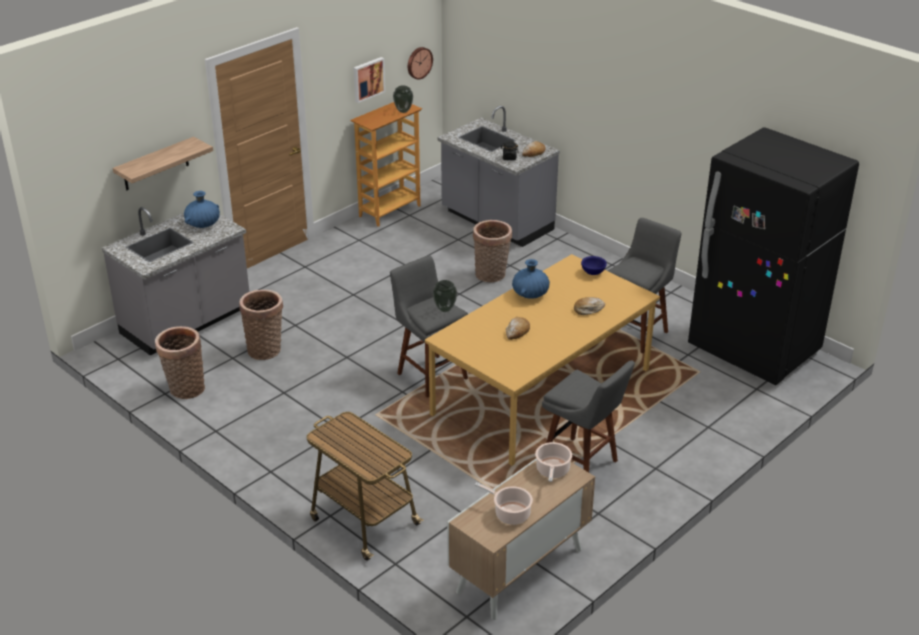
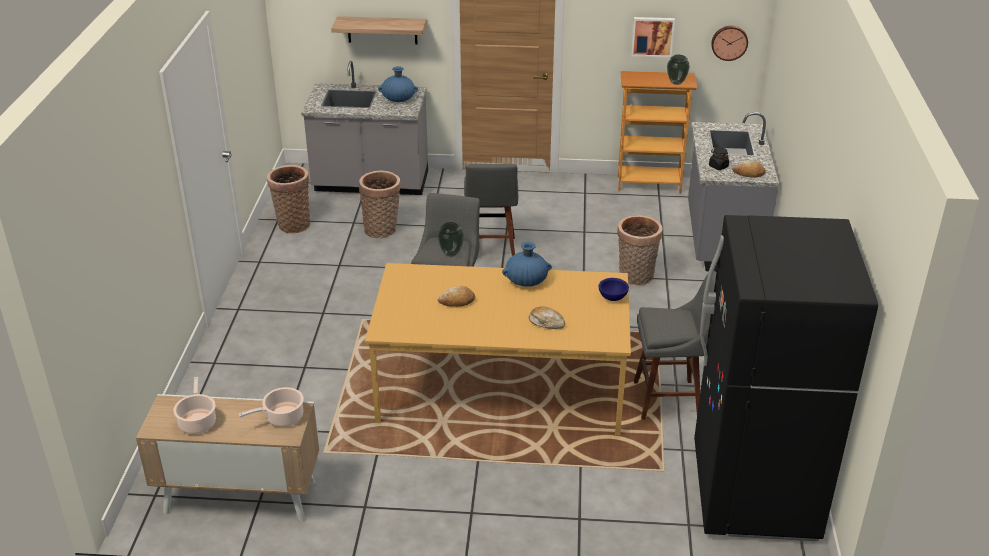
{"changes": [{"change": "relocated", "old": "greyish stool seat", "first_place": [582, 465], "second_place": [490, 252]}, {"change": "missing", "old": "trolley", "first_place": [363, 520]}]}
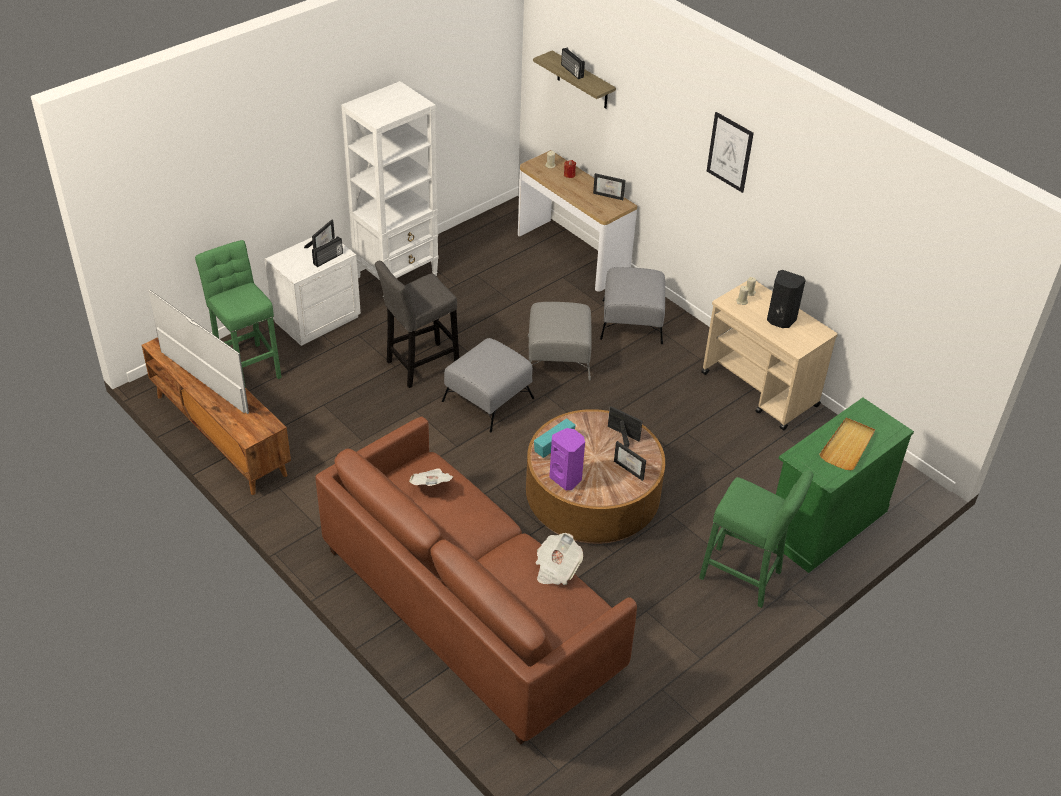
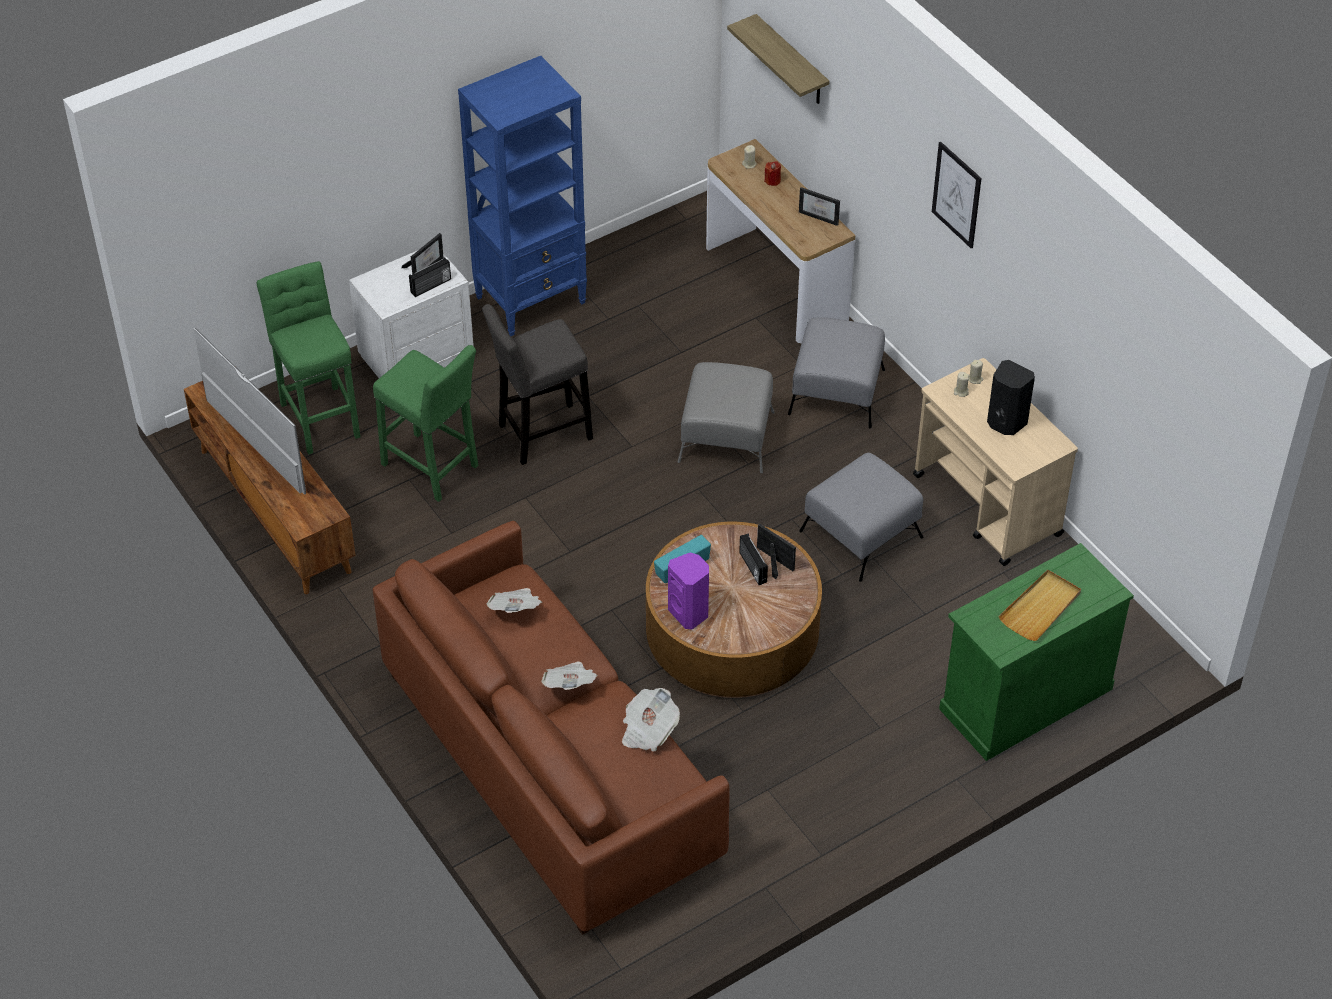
{"changes": [{"change": "relocated", "old": "green-coloured stool seat", "first_place": [744, 578], "second_place": [433, 469]}, {"change": "colour", "old": "whitish shelving unit", "new": "blue-coloured shelving unit", "first_place": [397, 276], "second_place": [531, 299]}, {"change": "appeared", "new": "printed paper", "second_place": [570, 685]}, {"change": "relocated", "old": "radio", "first_place": [571, 71], "second_place": [752, 568]}, {"change": "relocated", "old": "greyish ottoman", "first_place": [488, 399], "second_place": [862, 534]}, {"change": "missing", "old": "photo frame", "first_place": [631, 469]}]}
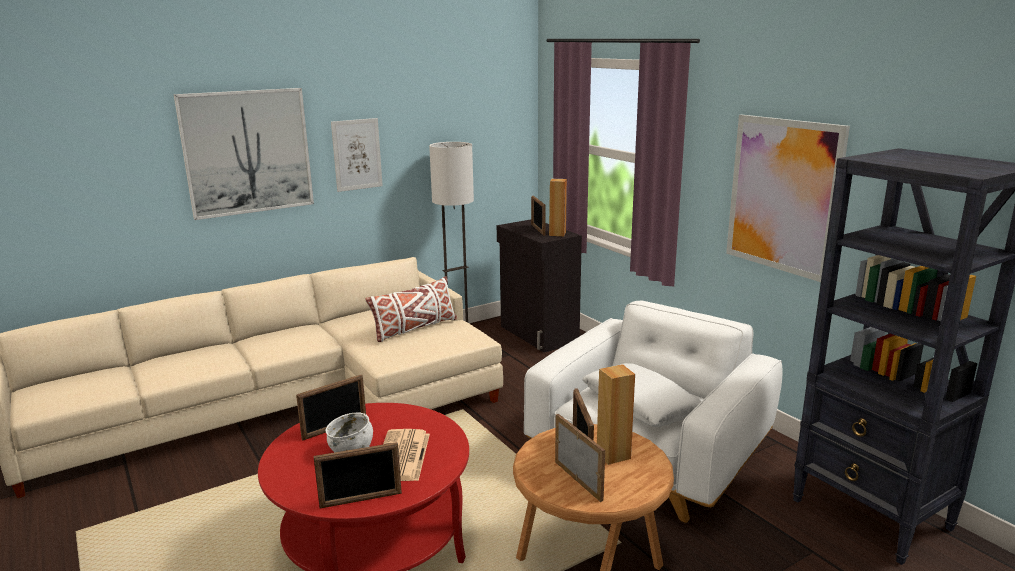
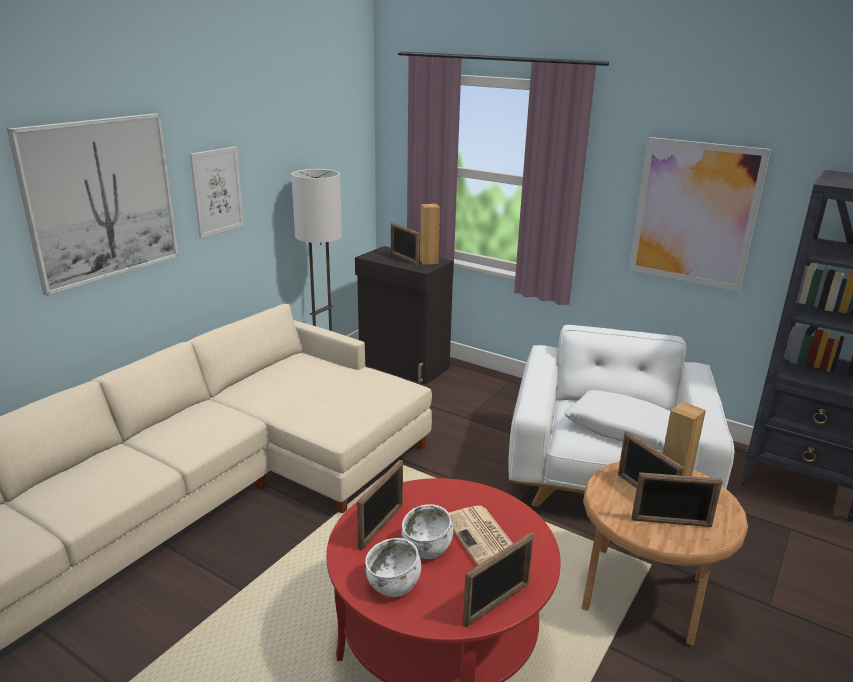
{"changes": [{"change": "appeared", "new": "whitish deep dish", "second_place": [393, 585]}, {"change": "spun", "old": "photo frame", "first_place": [578, 480], "second_place": [671, 523], "degrees": 150}, {"change": "missing", "old": "whitish throw pillow", "first_place": [414, 329]}]}
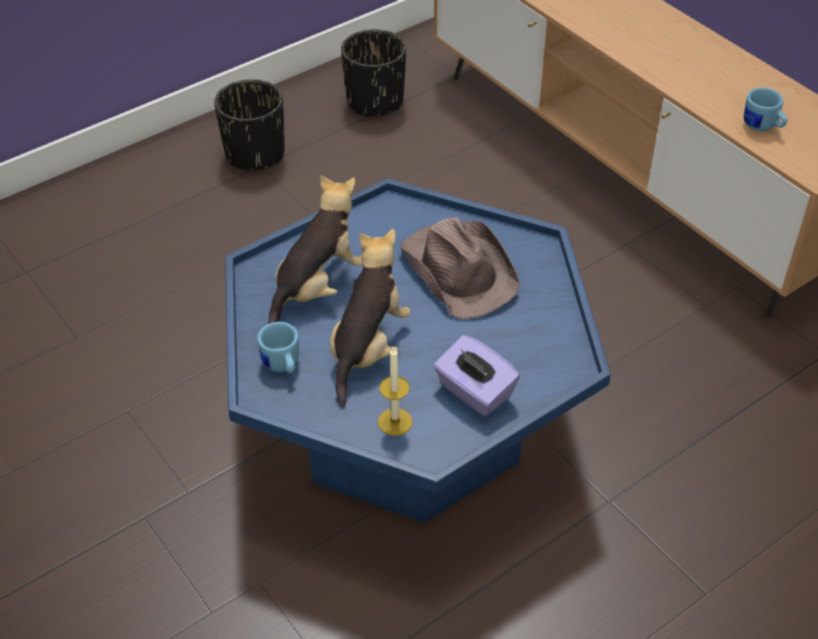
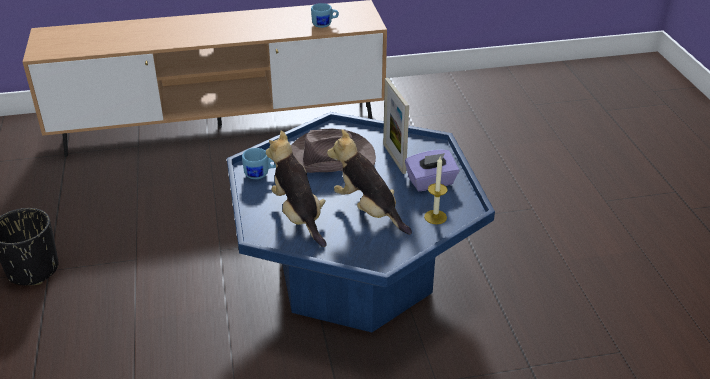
{"changes": [{"change": "relocated", "old": "blue-coloured coffee mug", "first_place": [282, 366], "second_place": [260, 174]}, {"change": "appeared", "new": "photo frame", "second_place": [394, 158]}, {"change": "missing", "old": "black-coloured plant pot", "first_place": [375, 102]}]}
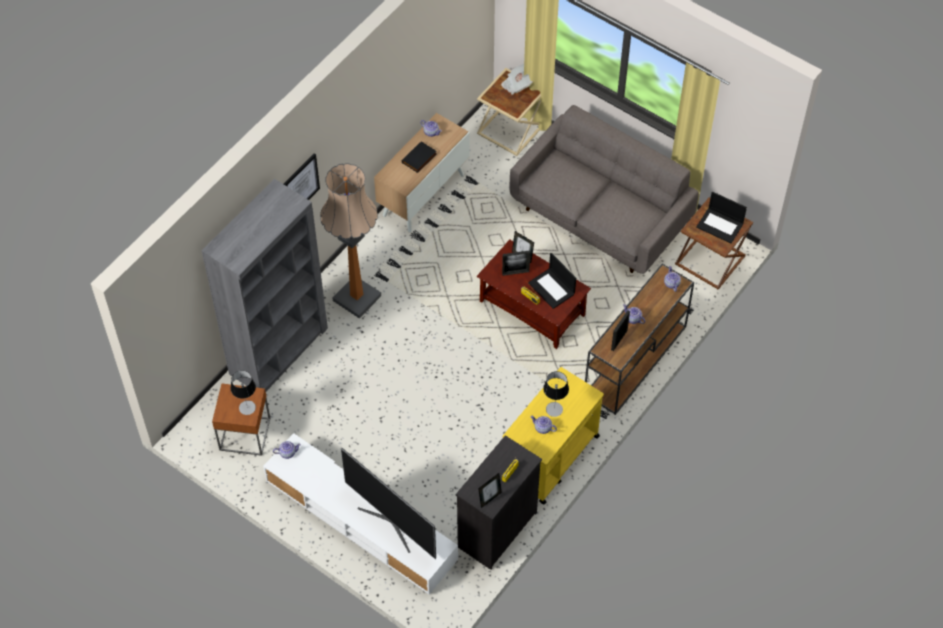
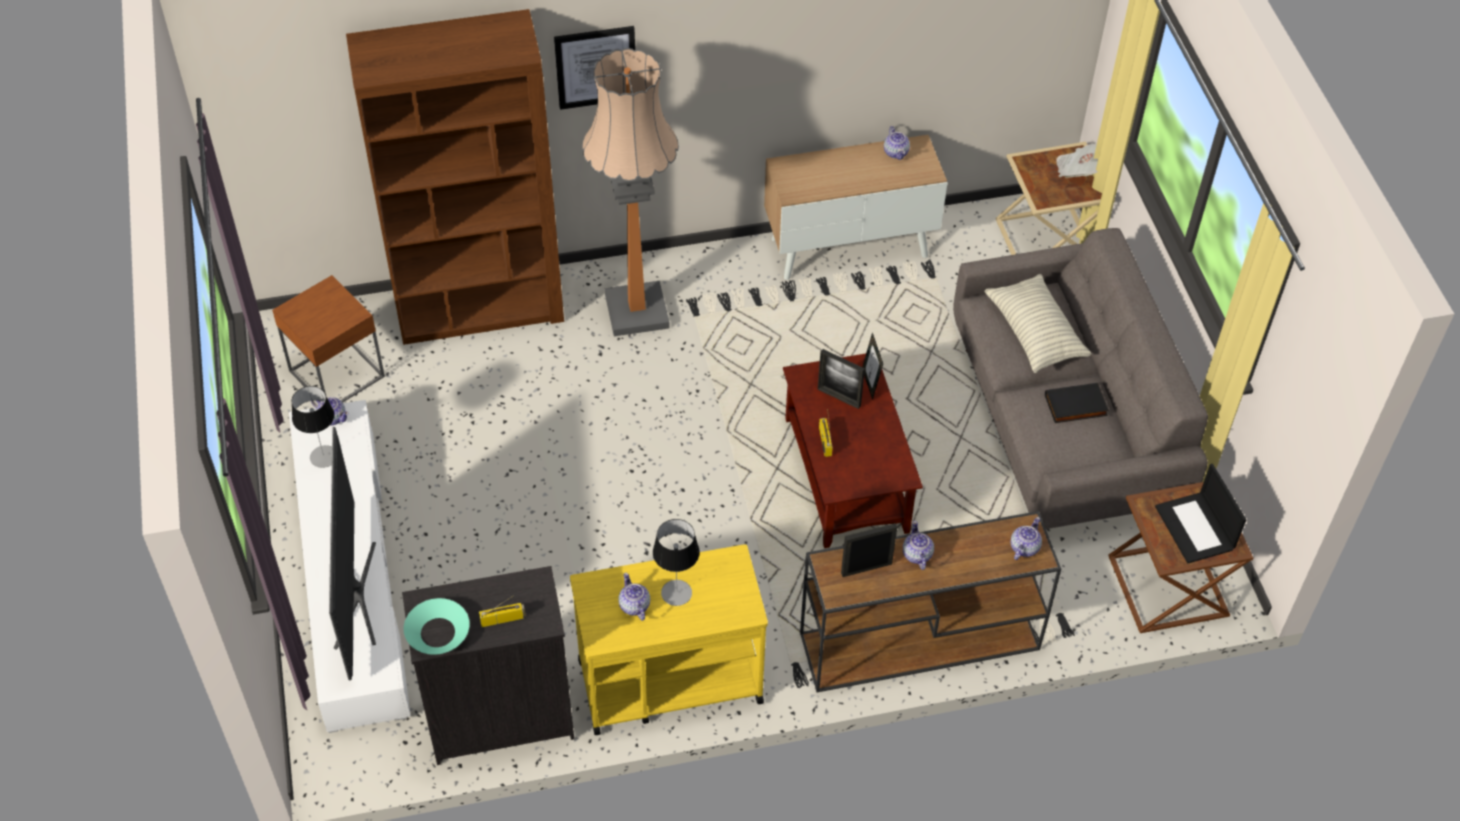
{"changes": [{"change": "relocated", "old": "table lamp", "first_place": [247, 407], "second_place": [323, 456]}, {"change": "colour", "old": "greyish shelving unit", "new": "brown-coloured shelving unit", "first_place": [279, 350], "second_place": [480, 307]}, {"change": "exchanged", "old": "photo frame", "new": "blue-green deep dish", "first_place": [489, 498], "second_place": [438, 632]}, {"change": "appeared", "new": "throw pillow", "second_place": [1035, 333]}, {"change": "relocated", "old": "black-coloured bound book", "first_place": [419, 159], "second_place": [1075, 406]}, {"change": "missing", "old": "notebook computer", "first_place": [552, 288]}]}
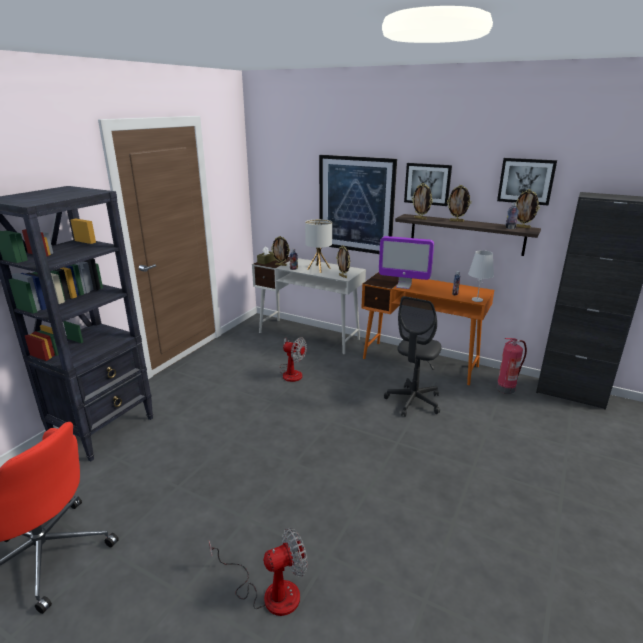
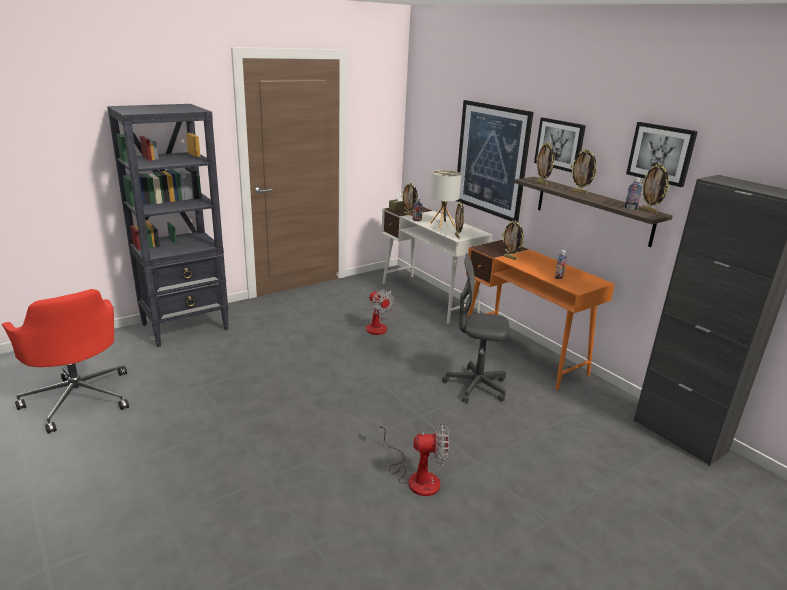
{"changes": [{"change": "relocated", "old": "electric fan", "first_place": [270, 592], "second_place": [416, 477]}, {"change": "spun", "old": "greyish computer chair", "first_place": [413, 401], "second_place": [476, 386], "degrees": 45}, {"change": "exchanged", "old": "computer display", "new": "photo frame", "first_place": [403, 286], "second_place": [510, 258]}, {"change": "missing", "old": "whitish table lamp", "first_place": [477, 300]}, {"change": "missing", "old": "fire extinguisher", "first_place": [506, 388]}]}
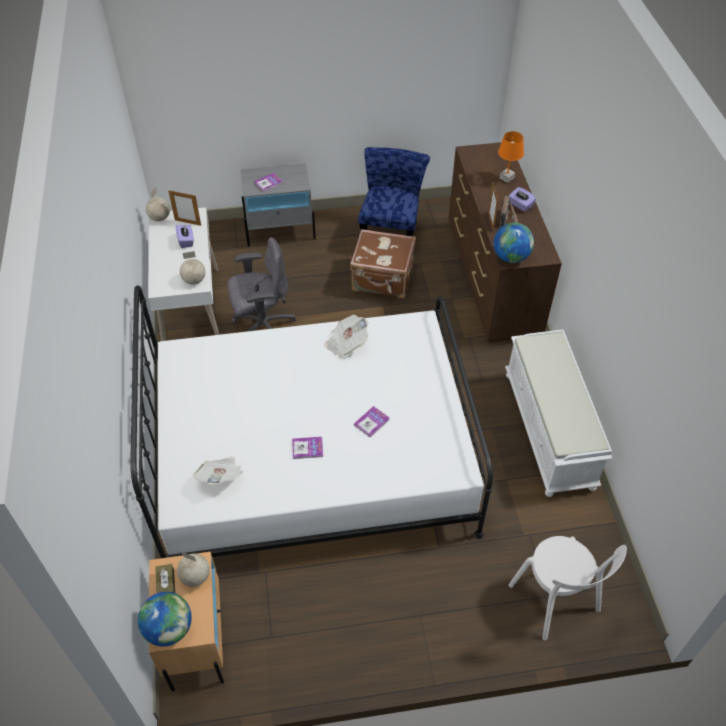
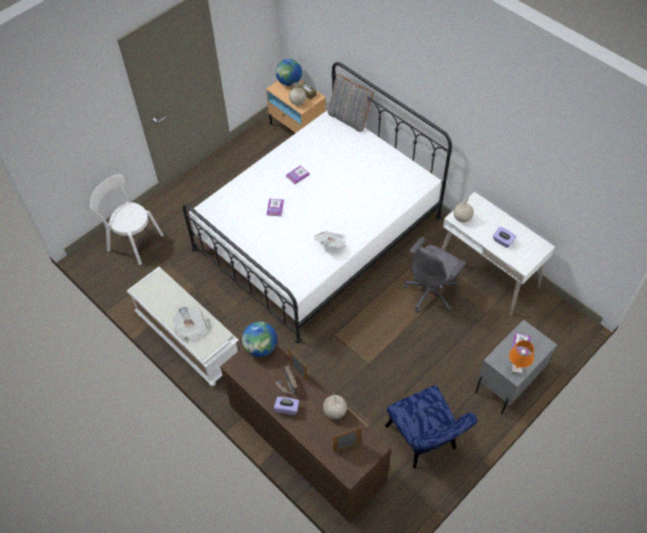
{"changes": [{"change": "relocated", "old": "printed paper", "first_place": [221, 477], "second_place": [192, 329]}, {"change": "relocated", "old": "globe", "first_place": [160, 218], "second_place": [334, 412]}, {"change": "appeared", "new": "greyish throw pillow", "second_place": [349, 118]}, {"change": "relocated", "old": "photo frame", "first_place": [188, 222], "second_place": [346, 447]}, {"change": "relocated", "old": "orange-coloured table lamp", "first_place": [506, 178], "second_place": [516, 370]}, {"change": "missing", "old": "brown-coloured piece of luggage", "first_place": [383, 279]}]}
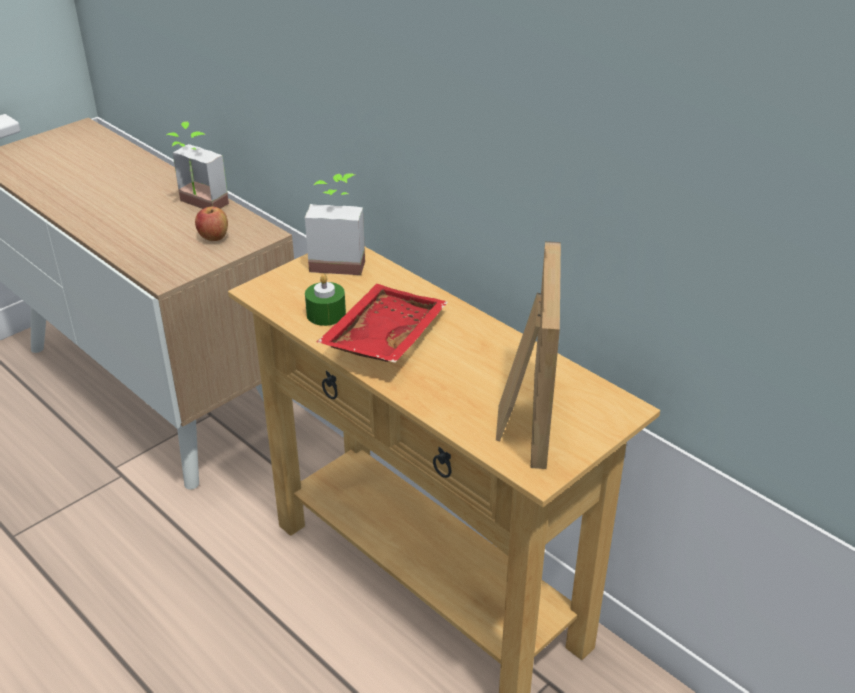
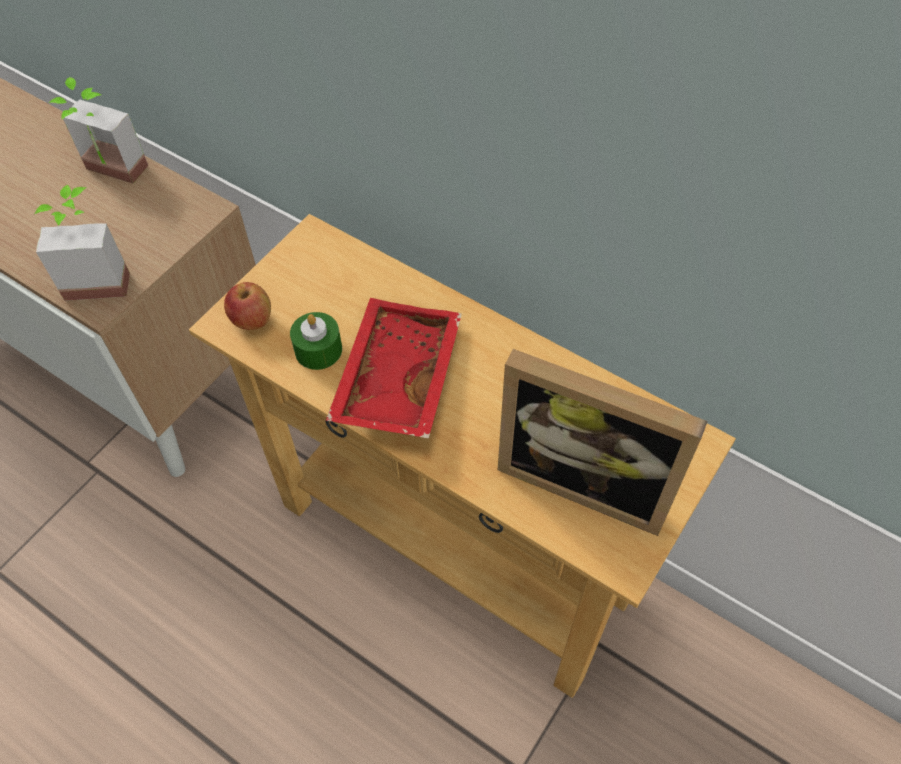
{"changes": [{"change": "relocated", "old": "houseplant", "first_place": [339, 260], "second_place": [99, 276]}, {"change": "relocated", "old": "apple fruit", "first_place": [213, 238], "second_place": [252, 321]}, {"change": "spun", "old": "photo frame", "first_place": [522, 417], "second_place": [586, 478], "degrees": 120}]}
